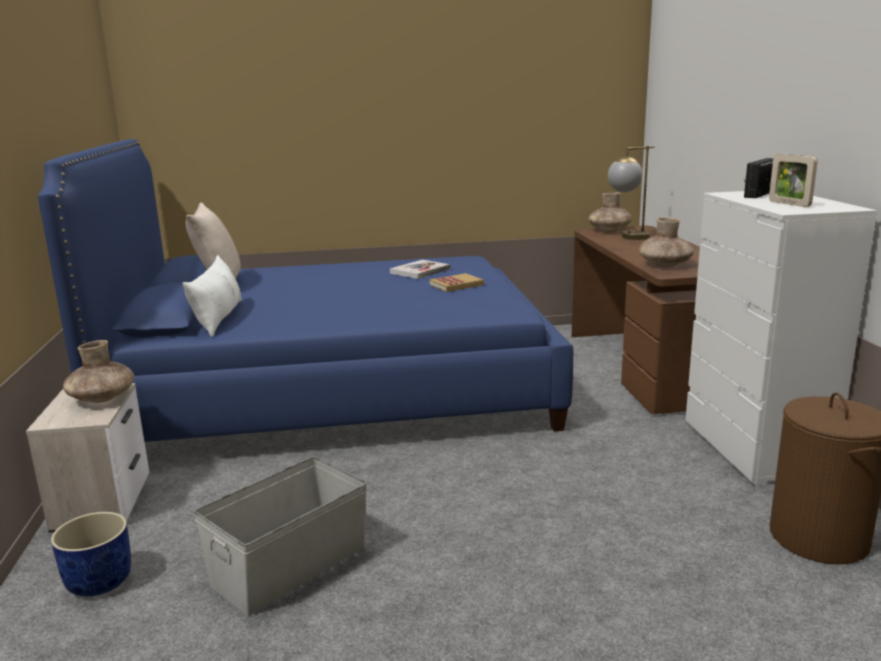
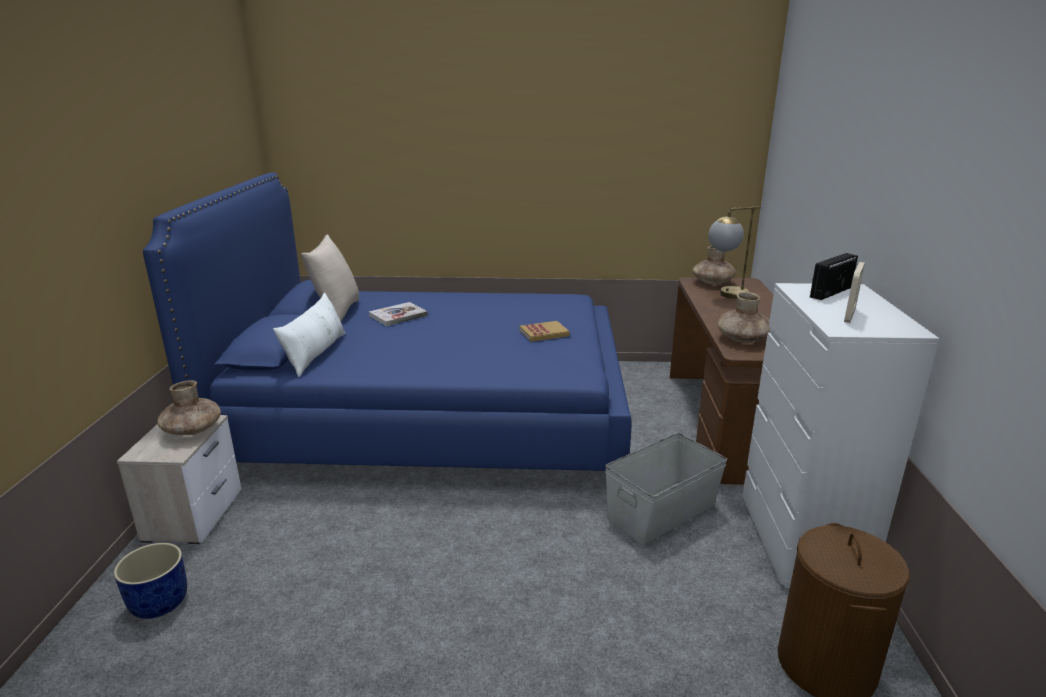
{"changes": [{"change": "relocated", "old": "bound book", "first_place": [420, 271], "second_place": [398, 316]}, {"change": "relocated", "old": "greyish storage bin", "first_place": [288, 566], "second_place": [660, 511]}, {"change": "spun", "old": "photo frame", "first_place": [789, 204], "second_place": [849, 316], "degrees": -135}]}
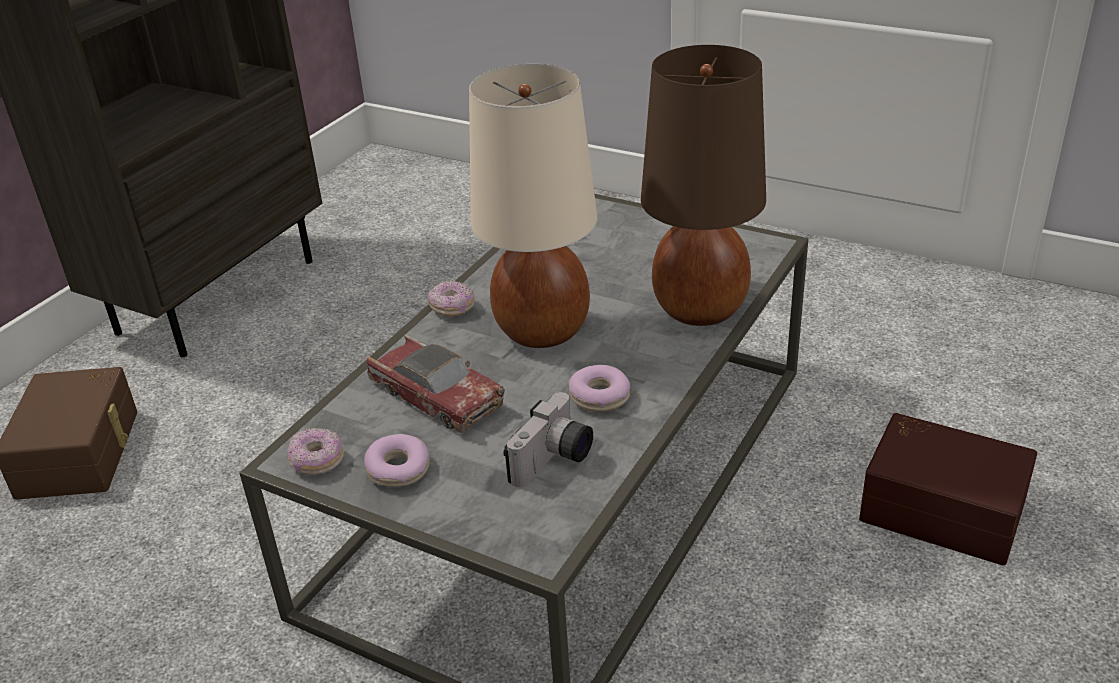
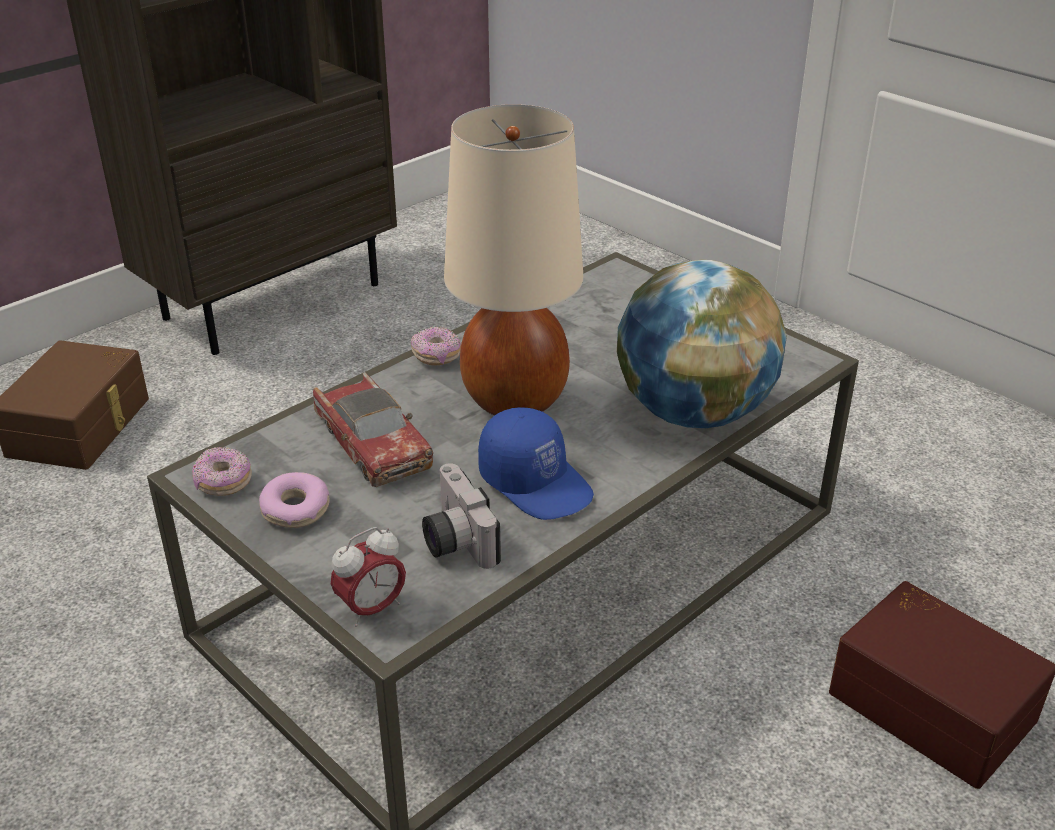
{"changes": [{"change": "appeared", "new": "bedside clock", "second_place": [371, 609]}, {"change": "spun", "old": "still camera", "first_place": [554, 461], "second_place": [453, 540], "degrees": 105}, {"change": "exchanged", "old": "doughnut", "new": "blue-coloured peaked cap", "first_place": [599, 396], "second_place": [537, 482]}, {"change": "exchanged", "old": "brown-coloured table lamp", "new": "globe", "first_place": [698, 309], "second_place": [693, 412]}]}
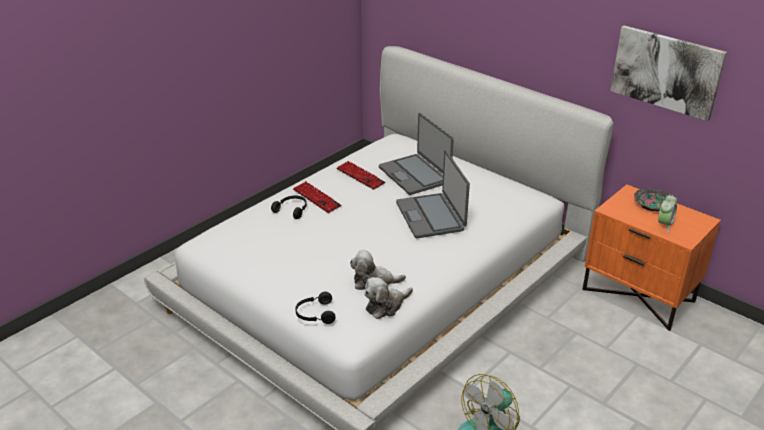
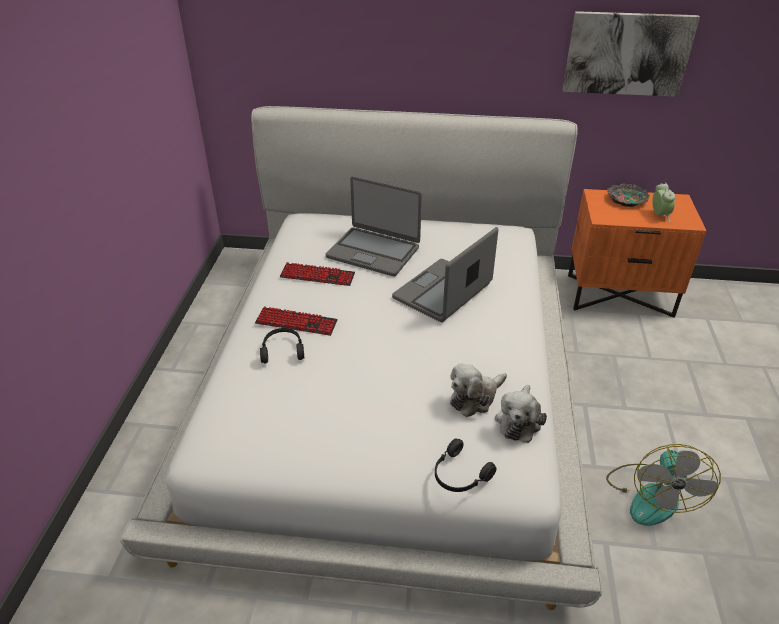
{"changes": [{"change": "spun", "old": "notebook computer", "first_place": [431, 216], "second_place": [443, 292], "degrees": 90}]}
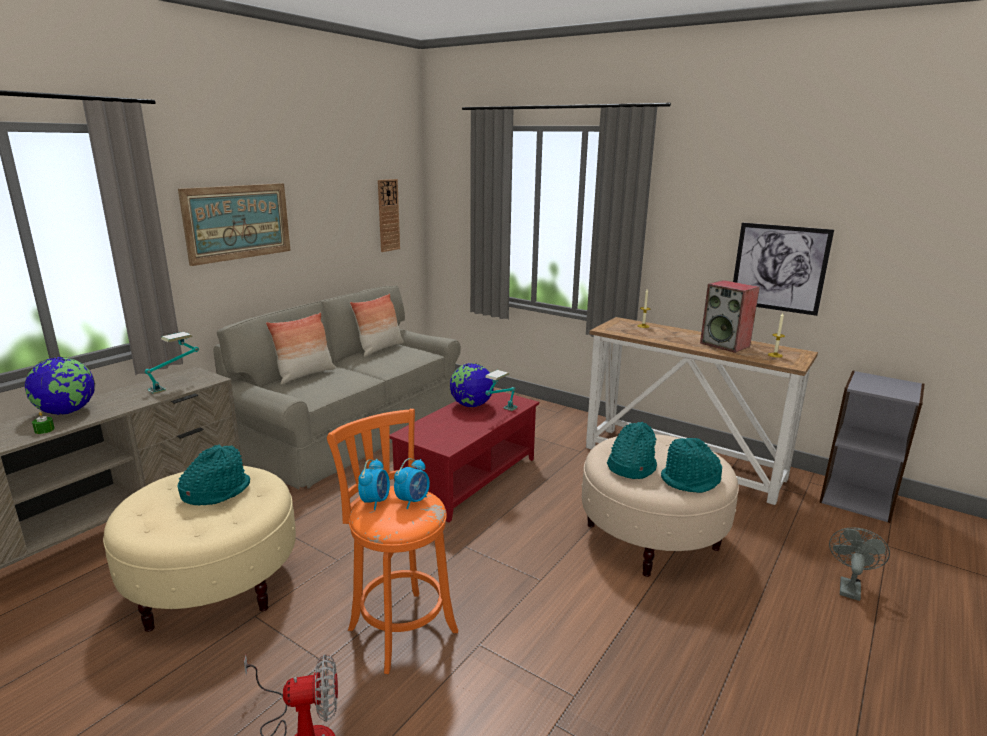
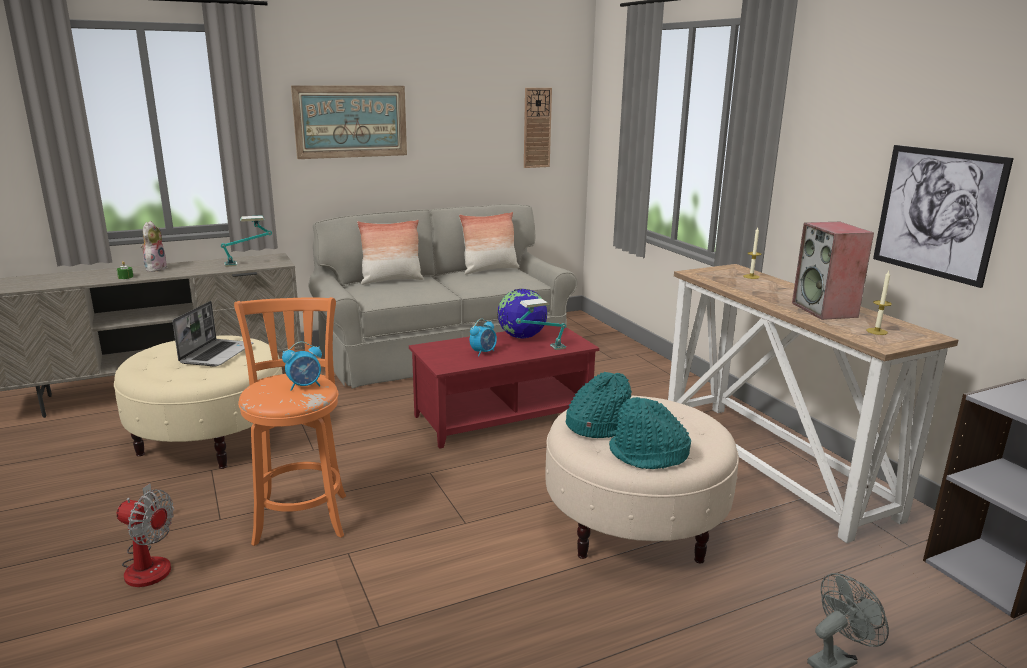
{"changes": [{"change": "exchanged", "old": "globe", "new": "soft toy", "first_place": [67, 412], "second_place": [155, 268]}, {"change": "exchanged", "old": "blue-green clothing hat", "new": "notebook computer", "first_place": [216, 491], "second_place": [217, 354]}, {"change": "relocated", "old": "bedside clock", "first_place": [375, 501], "second_place": [483, 352]}]}
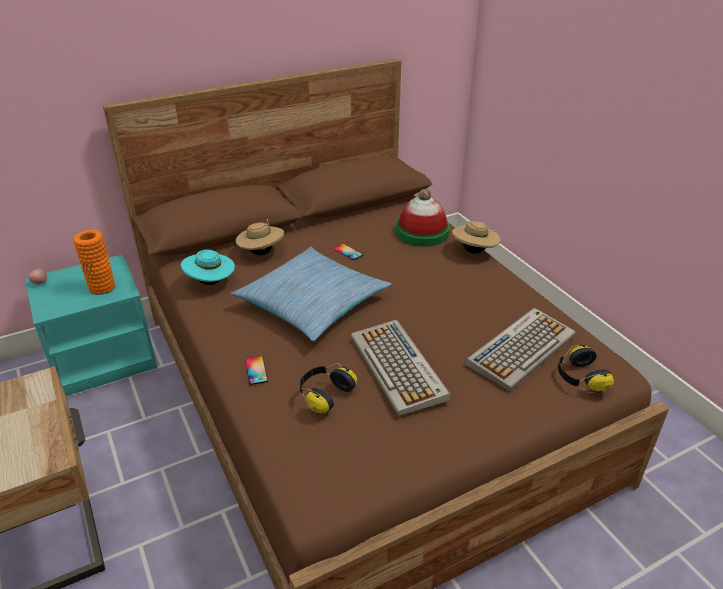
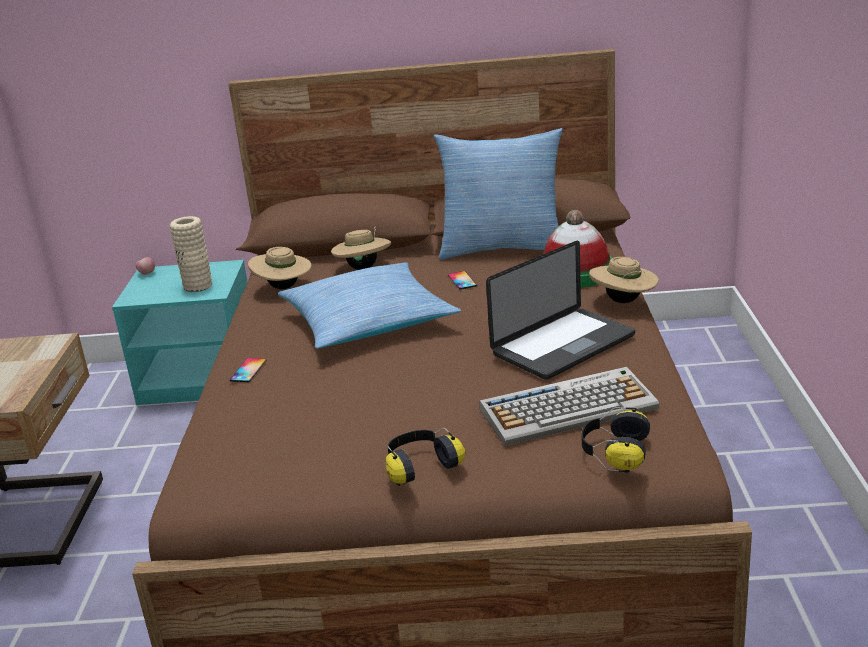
{"changes": [{"change": "colour", "old": "orange-coloured flower vase", "new": "beige flower vase", "first_place": [102, 287], "second_place": [198, 285]}, {"change": "colour", "old": "blue-green clothing hat", "new": "beige clothing hat", "first_place": [211, 283], "second_place": [283, 288]}, {"change": "relocated", "old": "headset", "first_place": [324, 395], "second_place": [420, 467]}, {"change": "appeared", "new": "throw pillow", "second_place": [503, 248]}, {"change": "appeared", "new": "notebook computer", "second_place": [563, 345]}, {"change": "missing", "old": "keyboard", "first_place": [399, 368]}]}
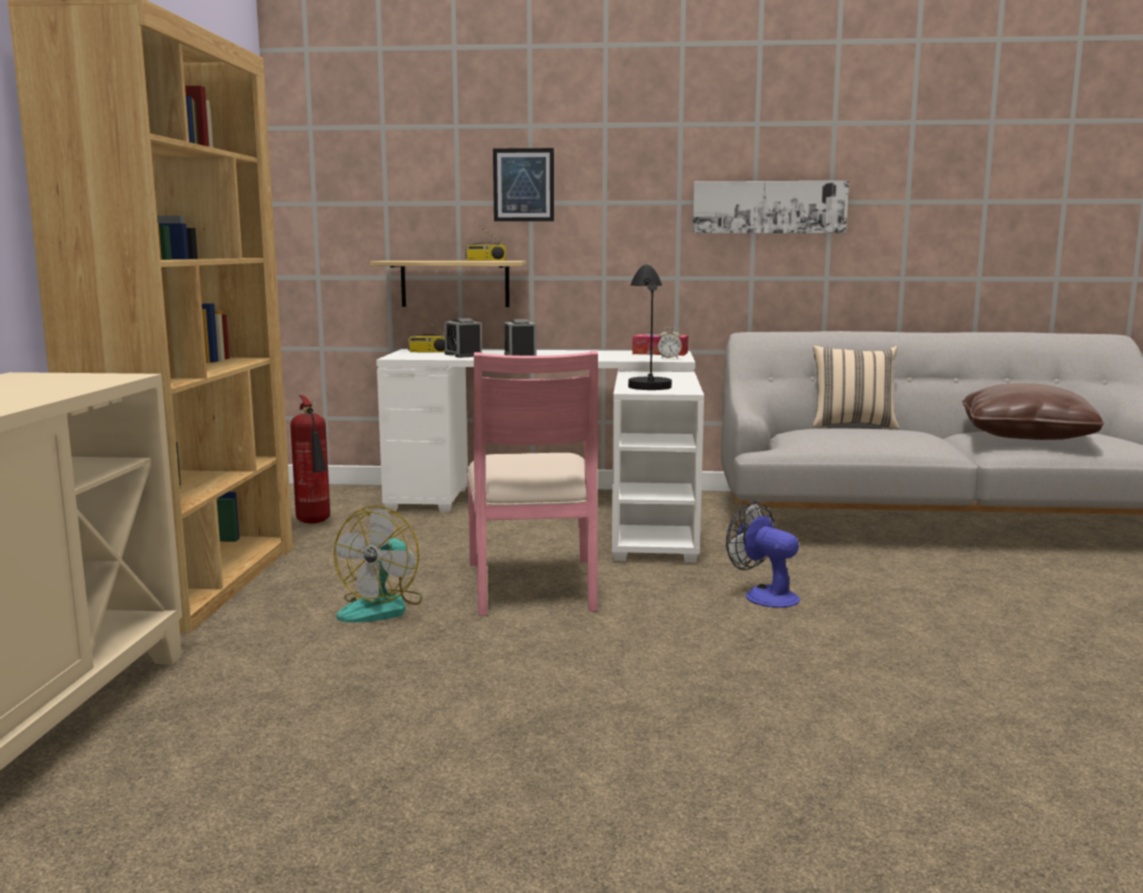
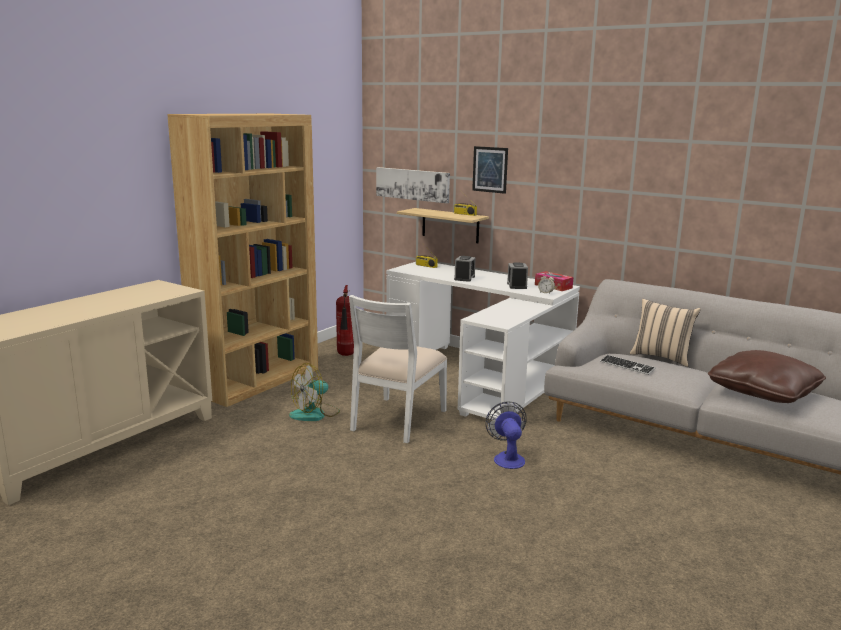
{"changes": [{"change": "colour", "old": "pink plain chair", "new": "whitish plain chair", "first_place": [533, 586], "second_place": [397, 420]}, {"change": "relocated", "old": "wall picture", "first_place": [769, 207], "second_place": [413, 184]}, {"change": "relocated", "old": "bedside clock", "first_place": [463, 355], "second_place": [517, 285]}, {"change": "appeared", "new": "keyboard", "second_place": [627, 366]}, {"change": "missing", "old": "black-coloured table lamp", "first_place": [647, 381]}]}
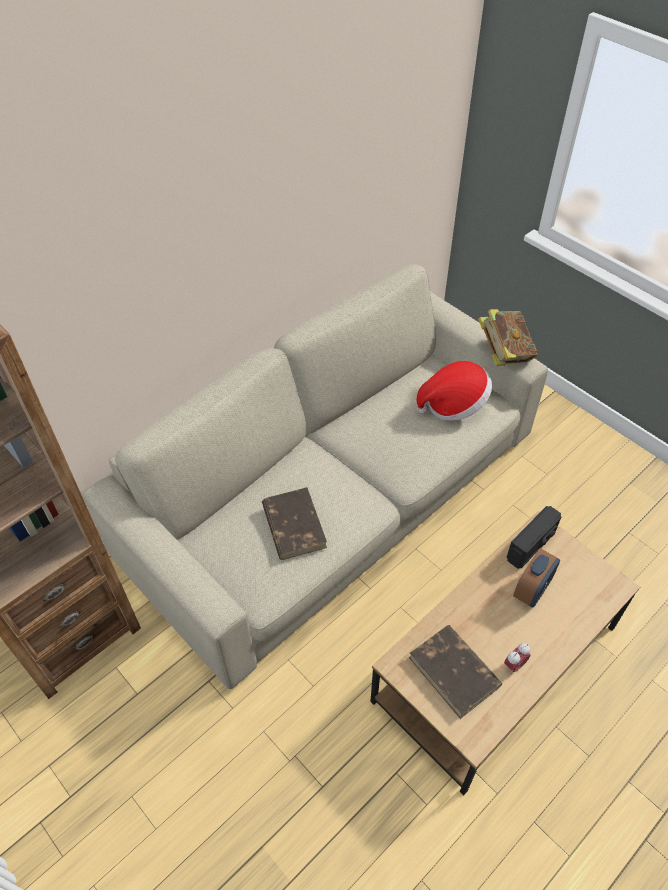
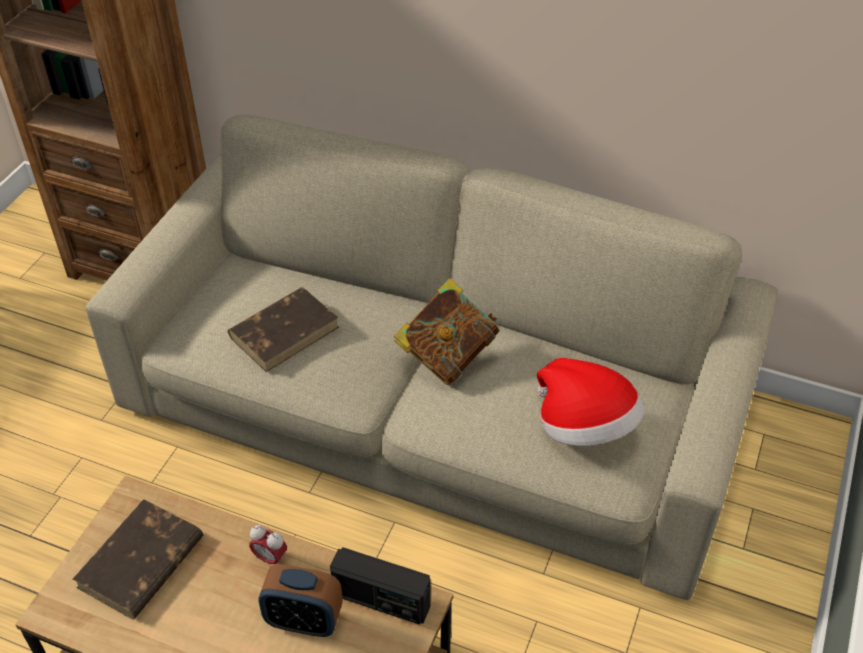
{"changes": [{"change": "relocated", "old": "bedside clock", "first_place": [514, 665], "second_place": [270, 558]}, {"change": "relocated", "old": "bound book", "first_place": [504, 353], "second_place": [447, 356]}]}
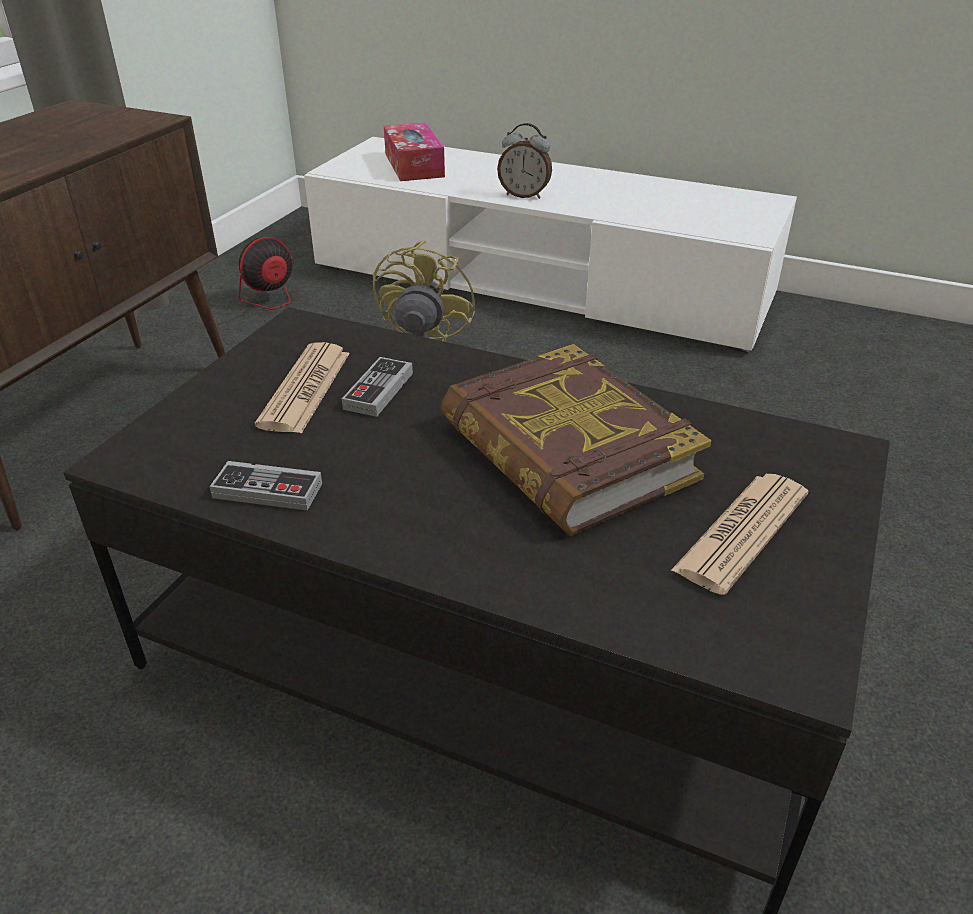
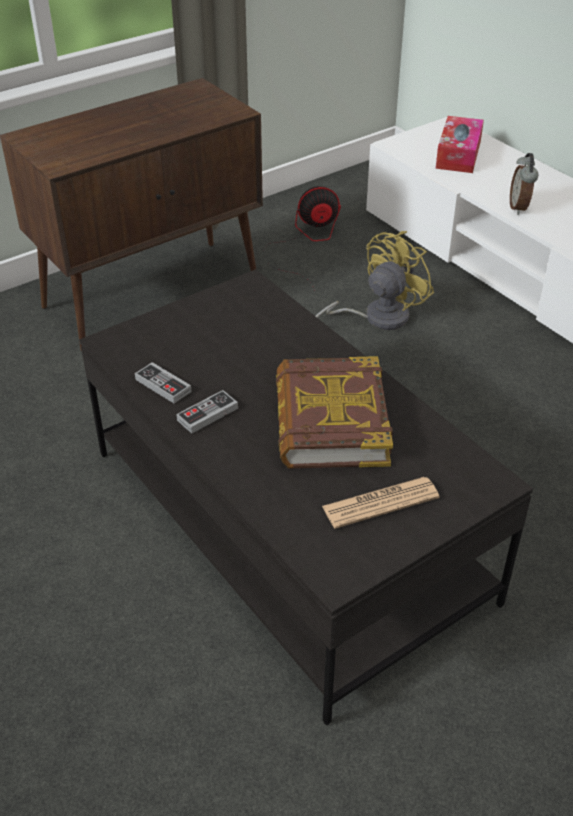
{"changes": [{"change": "relocated", "old": "joypad", "first_place": [378, 391], "second_place": [207, 414]}, {"change": "spun", "old": "bedside clock", "first_place": [524, 195], "second_place": [519, 207], "degrees": 45}, {"change": "missing", "old": "printed paper", "first_place": [305, 389]}]}
